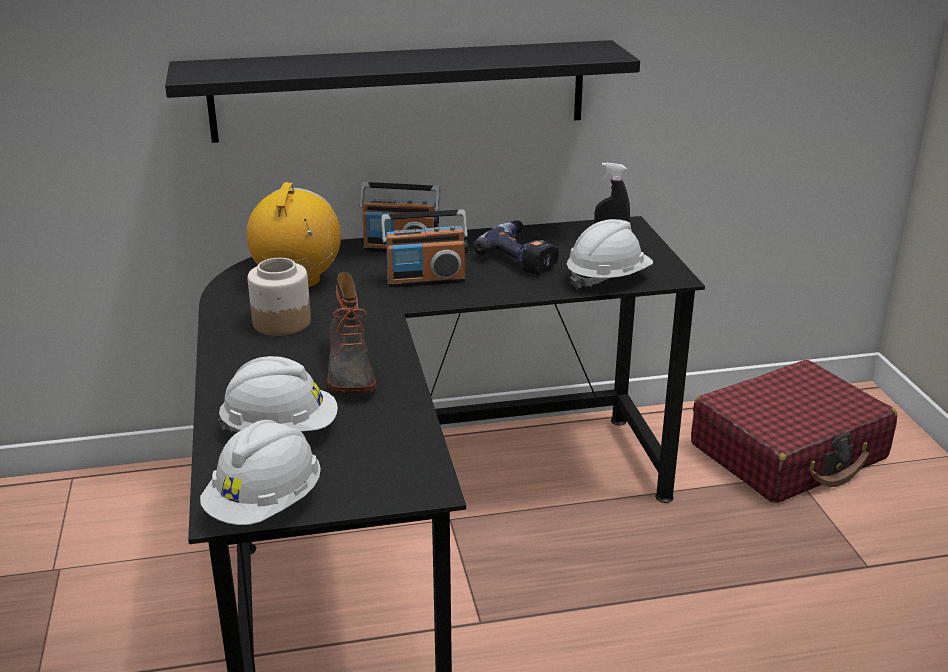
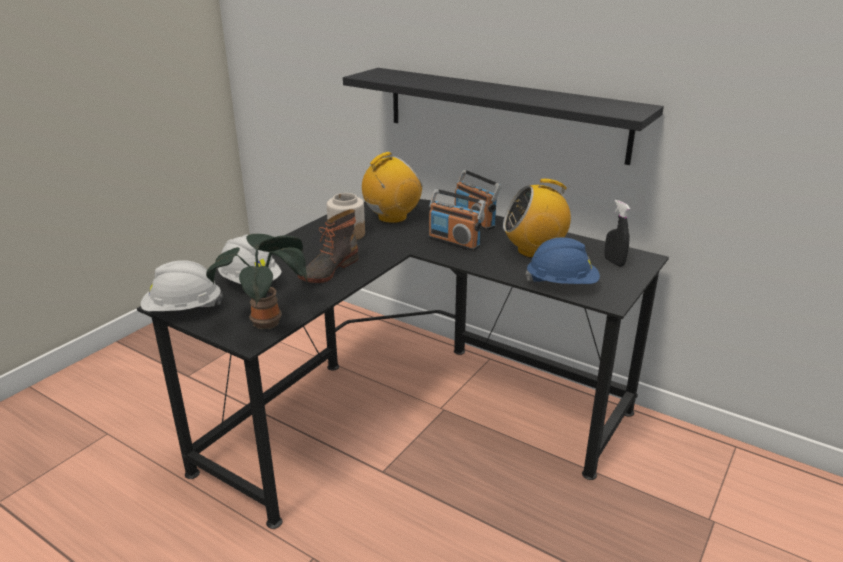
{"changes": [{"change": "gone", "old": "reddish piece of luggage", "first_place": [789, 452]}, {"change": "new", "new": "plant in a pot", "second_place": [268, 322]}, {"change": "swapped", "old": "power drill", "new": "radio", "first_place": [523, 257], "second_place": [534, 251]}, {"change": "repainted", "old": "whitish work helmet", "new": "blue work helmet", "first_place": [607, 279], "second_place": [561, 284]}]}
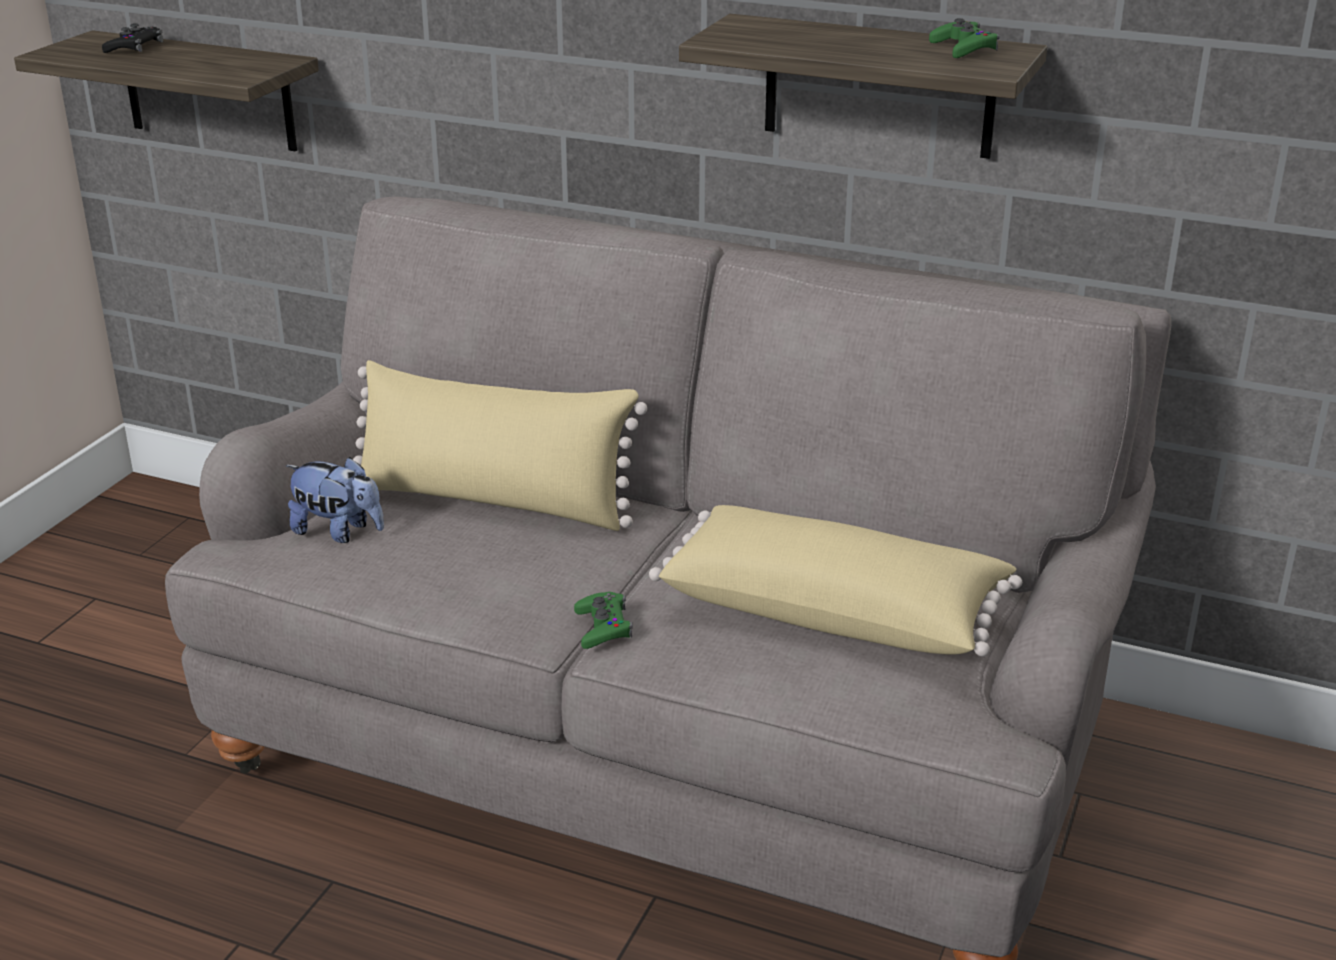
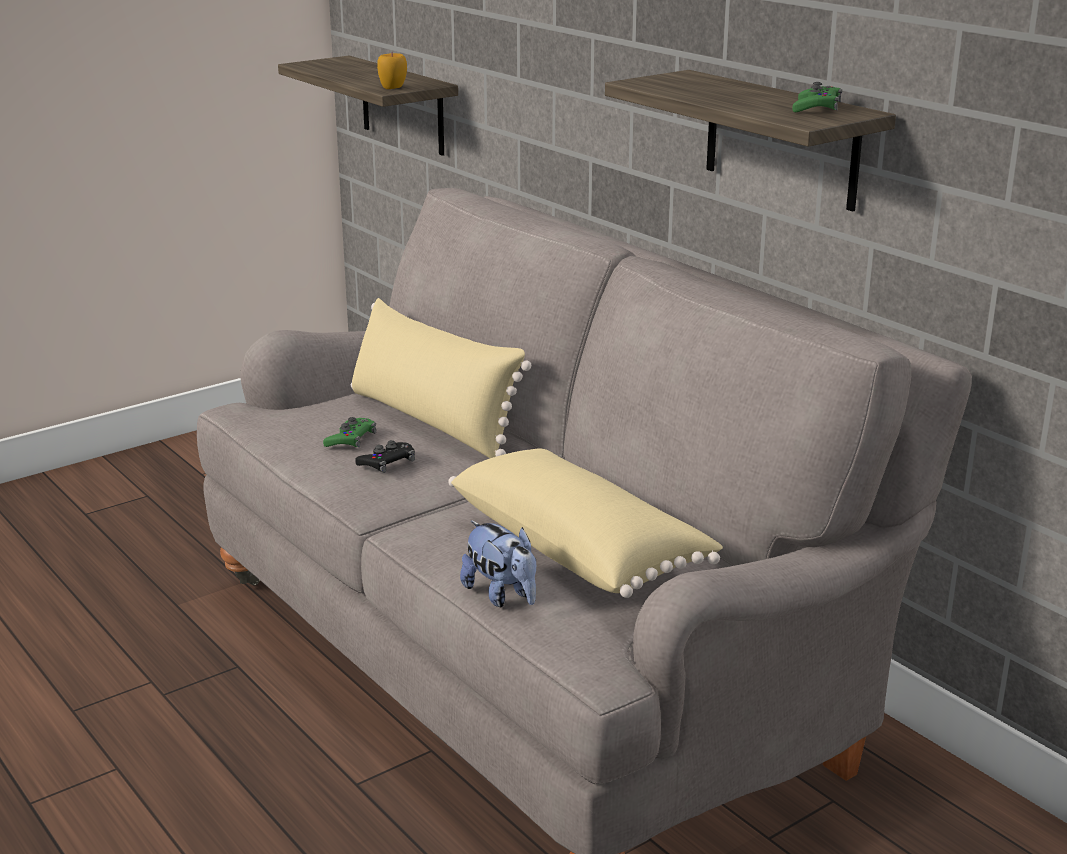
{"changes": [{"change": "new", "new": "apple fruit", "second_place": [393, 88]}, {"change": "shifted", "old": "black-coloured joypad", "first_place": [135, 47], "second_place": [387, 463]}, {"change": "shifted", "old": "cuddly toy", "first_place": [338, 532], "second_place": [502, 595]}, {"change": "shifted", "old": "greenish joypad", "first_place": [603, 627], "second_place": [351, 439]}]}
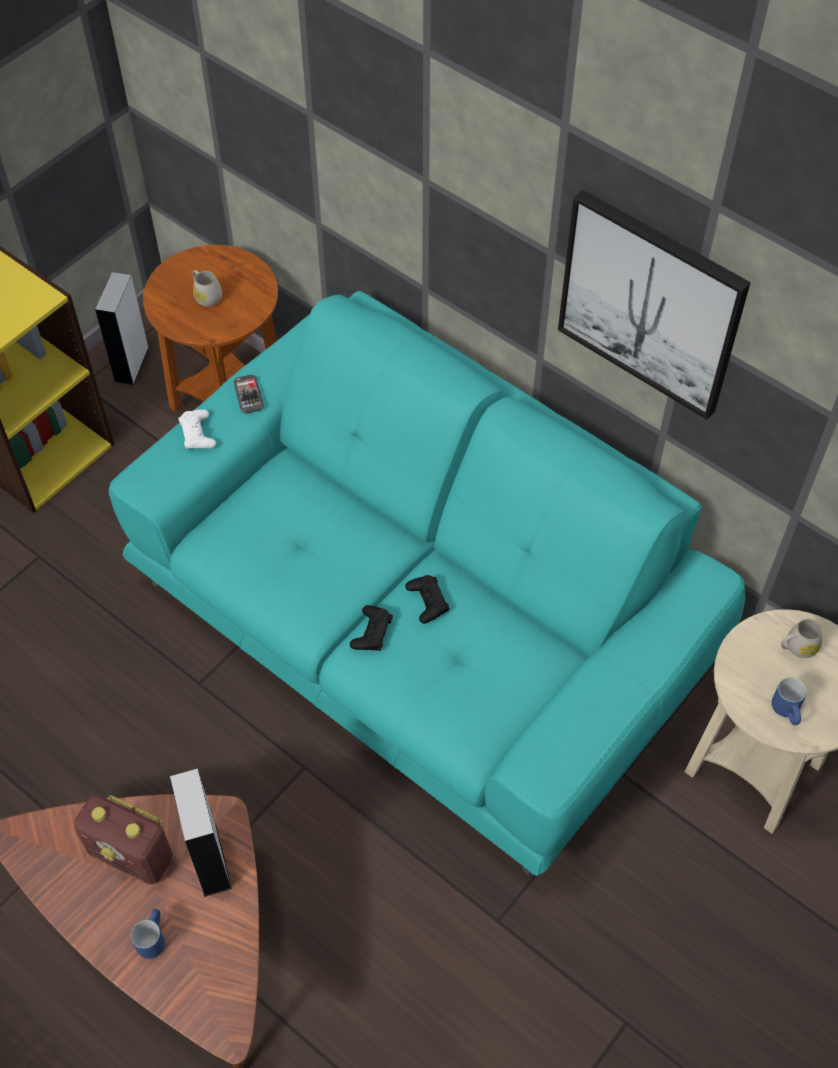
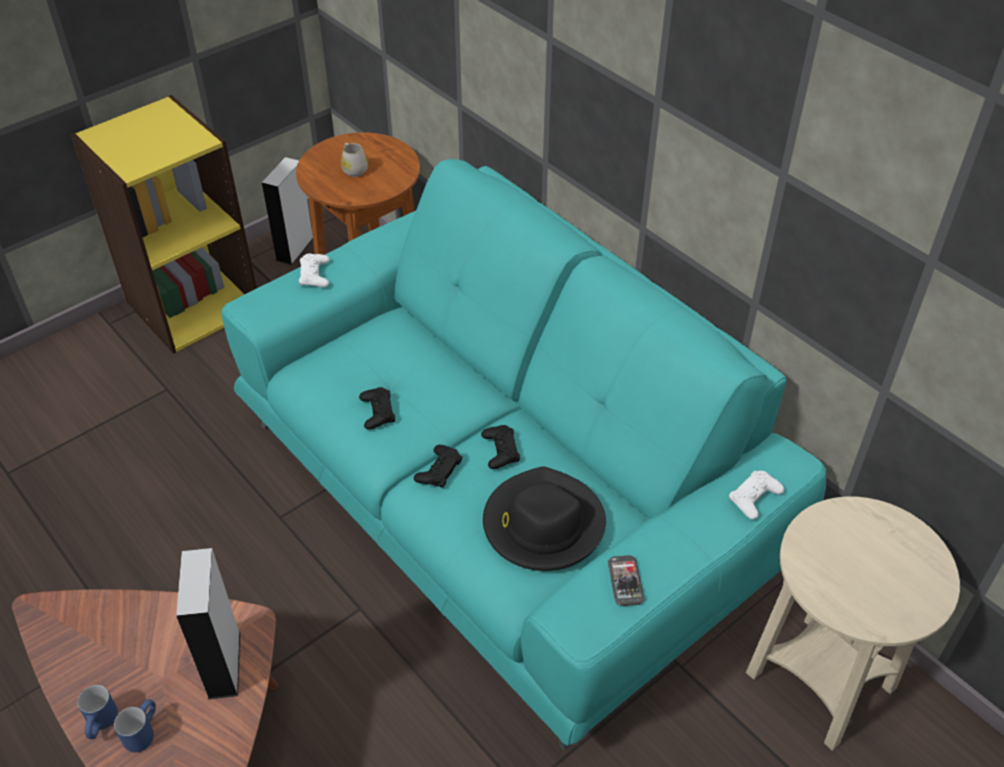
{"changes": [{"change": "gone", "old": "radio", "first_place": [132, 855]}, {"change": "gone", "old": "picture", "first_place": [650, 303]}, {"change": "gone", "old": "whitish coffee mug", "first_place": [797, 647]}, {"change": "new", "new": "black-coloured joypad", "second_place": [377, 412]}, {"change": "new", "new": "black-coloured hat", "second_place": [542, 524]}, {"change": "new", "new": "whitish joypad", "second_place": [754, 497]}, {"change": "shifted", "old": "handset", "first_place": [248, 395], "second_place": [625, 581]}, {"change": "shifted", "old": "blue coffee mug", "first_place": [788, 711], "second_place": [103, 724]}]}
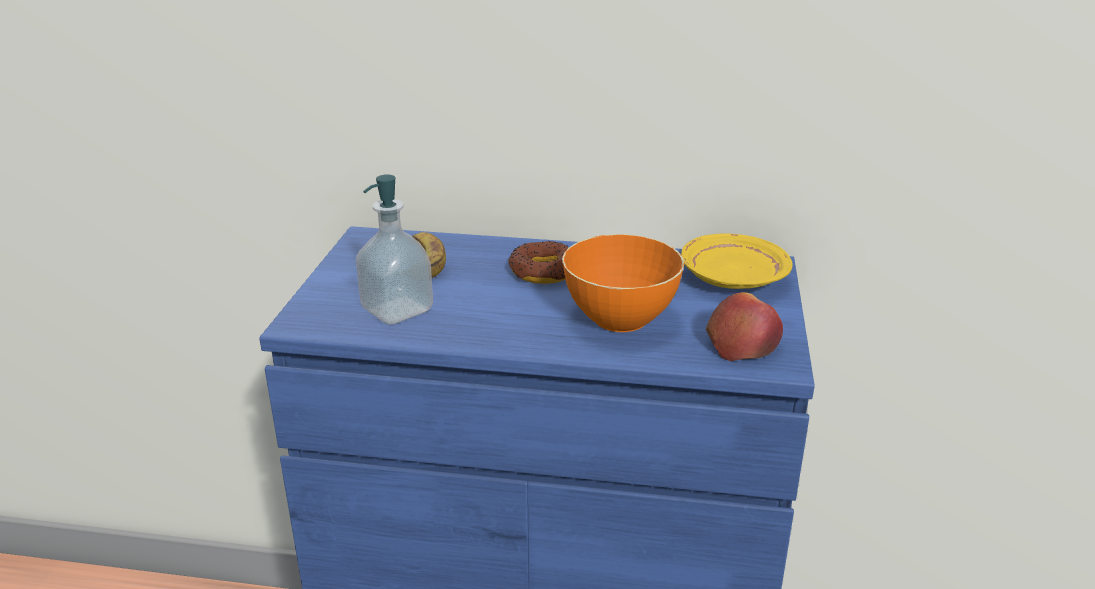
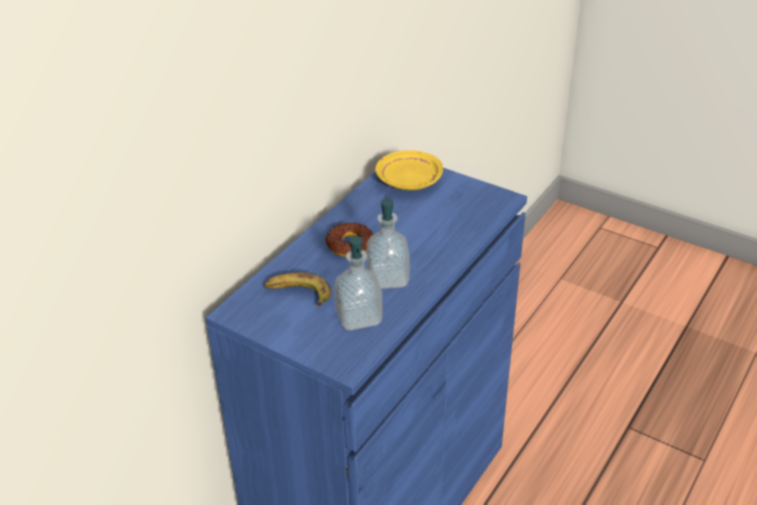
{"changes": [{"change": "gone", "old": "orange-coloured deep dish", "first_place": [620, 318]}, {"change": "gone", "old": "apple fruit", "first_place": [742, 343]}, {"change": "new", "new": "liquid soap bottle", "second_place": [388, 278]}]}
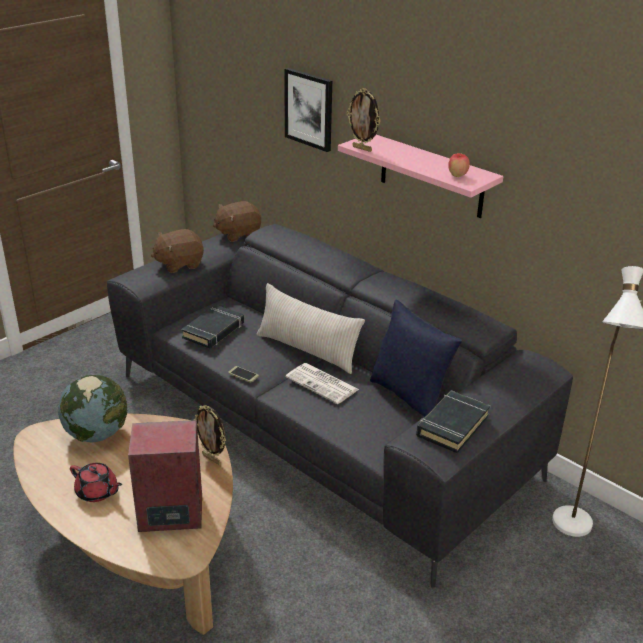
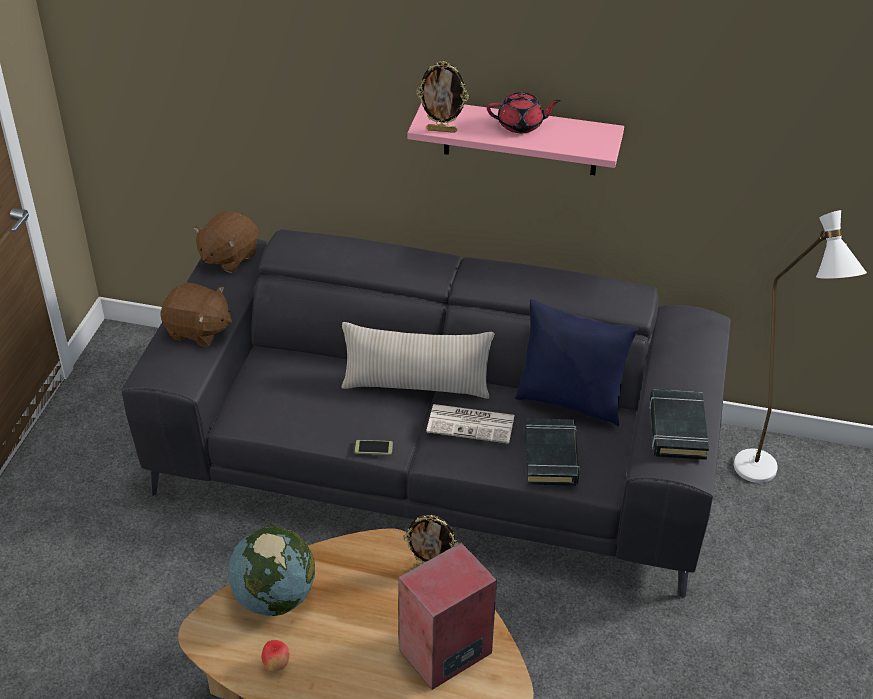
{"changes": [{"change": "gone", "old": "picture", "first_place": [309, 109]}, {"change": "shifted", "old": "reddish pot for tea", "first_place": [97, 492], "second_place": [521, 125]}, {"change": "shifted", "old": "black-coloured volume", "first_place": [214, 331], "second_place": [551, 456]}, {"change": "shifted", "old": "apple fruit", "first_place": [457, 176], "second_place": [276, 665]}, {"change": "rotated", "old": "brown cuddly toy", "first_place": [179, 264], "second_place": [198, 330], "degrees": -105}]}
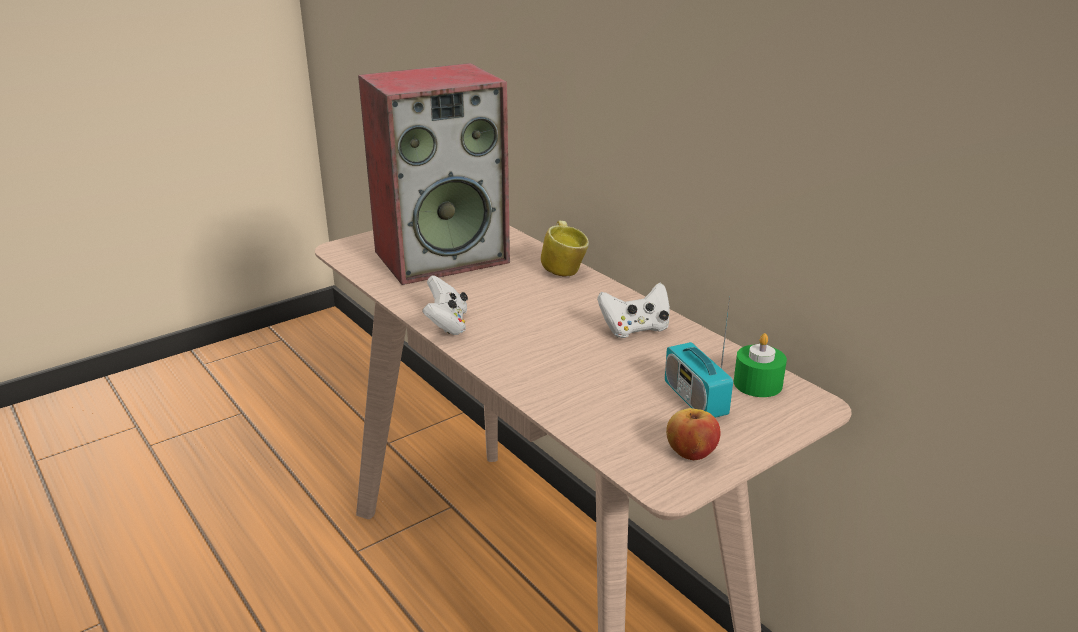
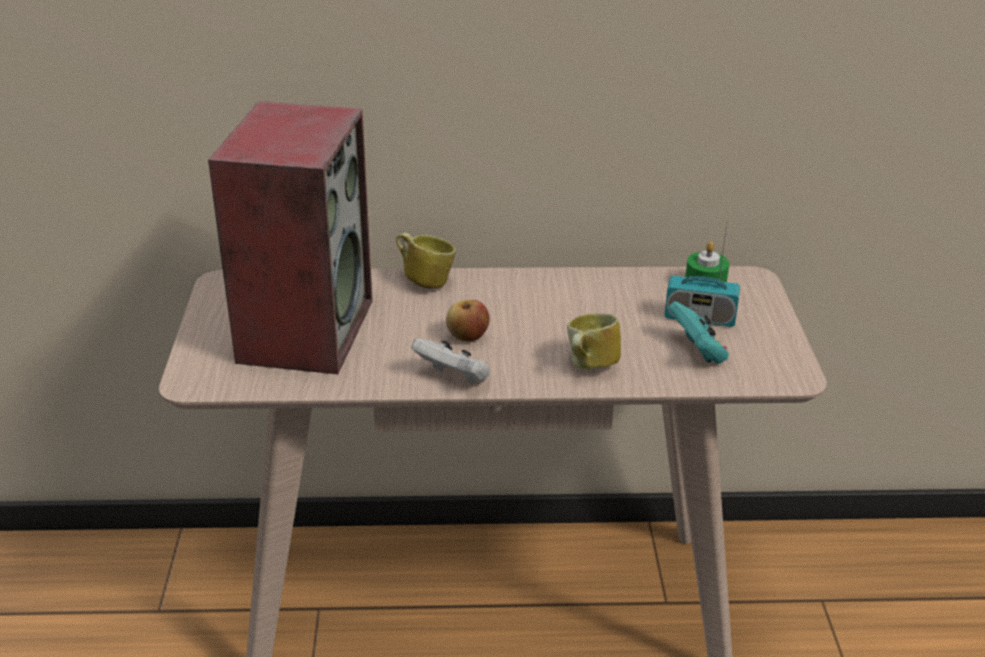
{"changes": [{"change": "gone", "old": "whitish joypad", "first_place": [635, 329]}, {"change": "new", "new": "coffee mug", "second_place": [588, 367]}, {"change": "new", "new": "blue-green joypad", "second_place": [697, 352]}, {"change": "shifted", "old": "apple fruit", "first_place": [691, 453], "second_place": [467, 336]}]}
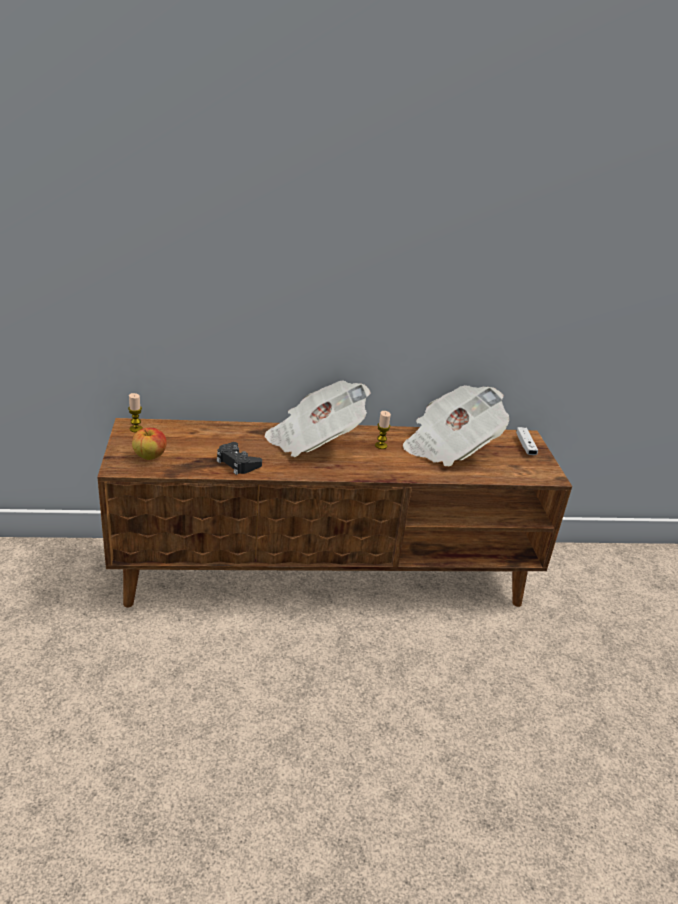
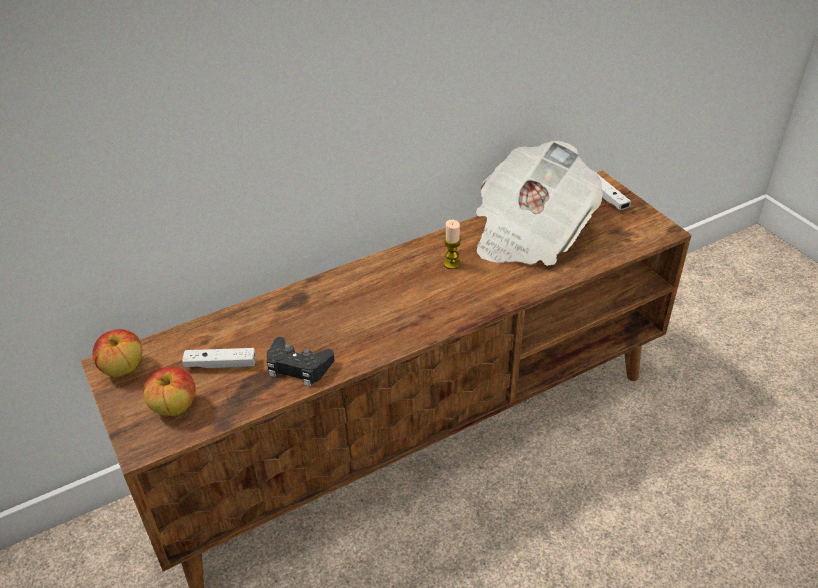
{"changes": [{"change": "gone", "old": "printed paper", "first_place": [314, 440]}, {"change": "new", "new": "whitish joypad", "second_place": [220, 364]}, {"change": "swapped", "old": "wax candle", "new": "apple fruit", "first_place": [136, 429], "second_place": [123, 368]}]}
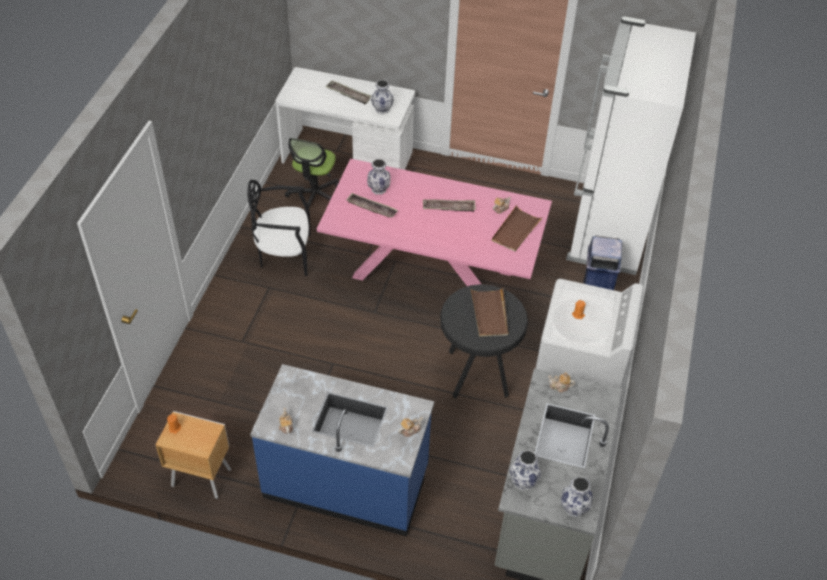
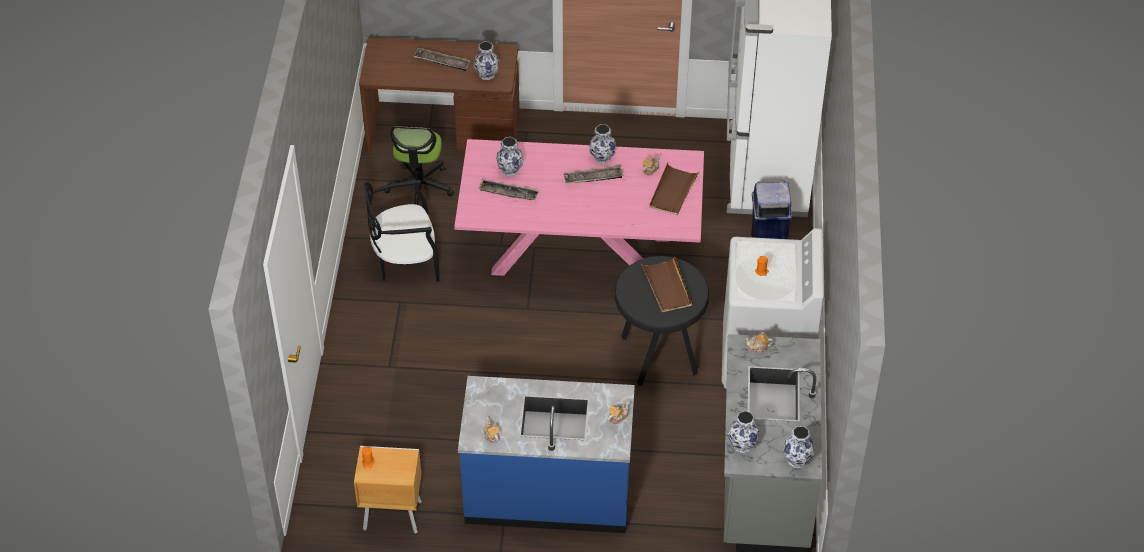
{"changes": [{"change": "new", "new": "decorative vase", "second_place": [602, 157]}, {"change": "repainted", "old": "whitish desk", "new": "brown desk", "first_place": [347, 156], "second_place": [443, 132]}]}
